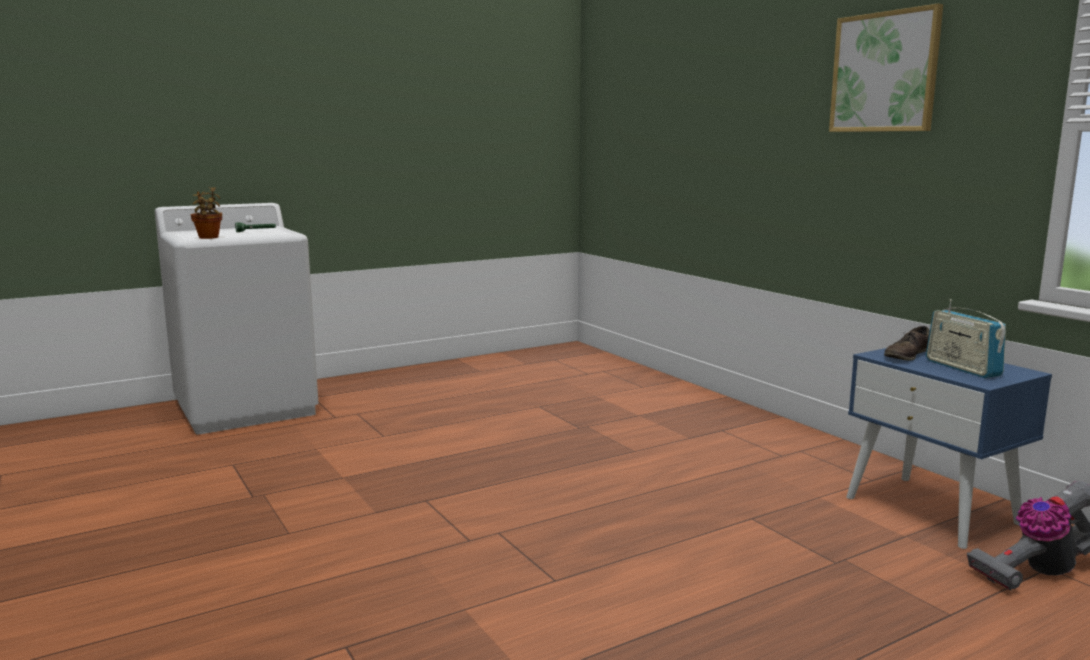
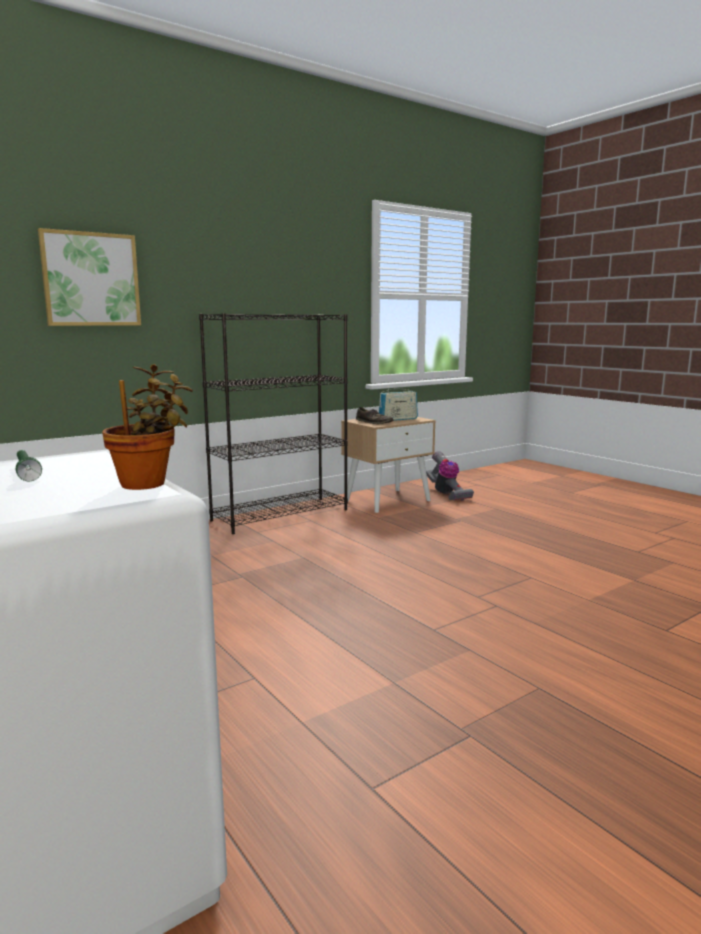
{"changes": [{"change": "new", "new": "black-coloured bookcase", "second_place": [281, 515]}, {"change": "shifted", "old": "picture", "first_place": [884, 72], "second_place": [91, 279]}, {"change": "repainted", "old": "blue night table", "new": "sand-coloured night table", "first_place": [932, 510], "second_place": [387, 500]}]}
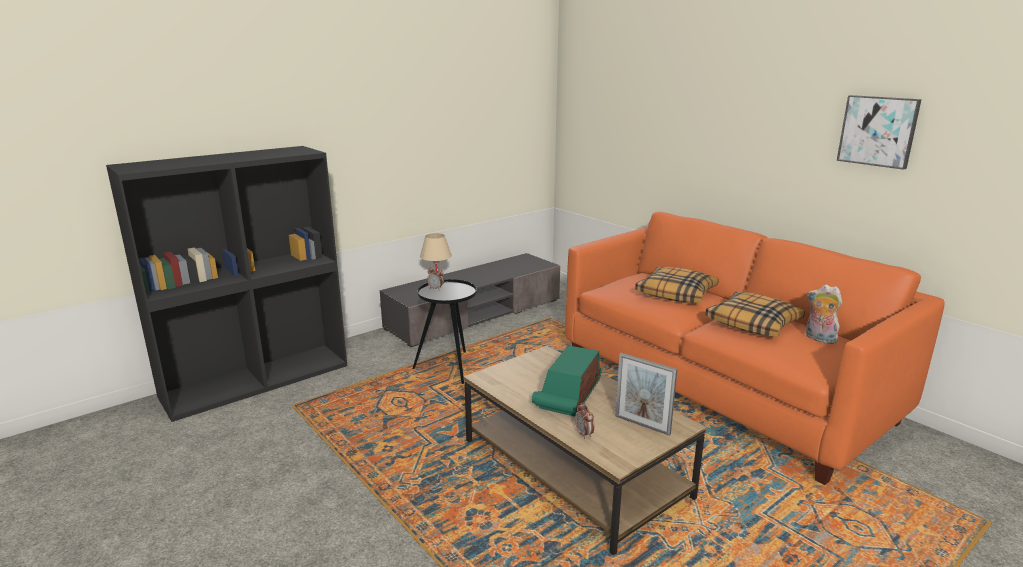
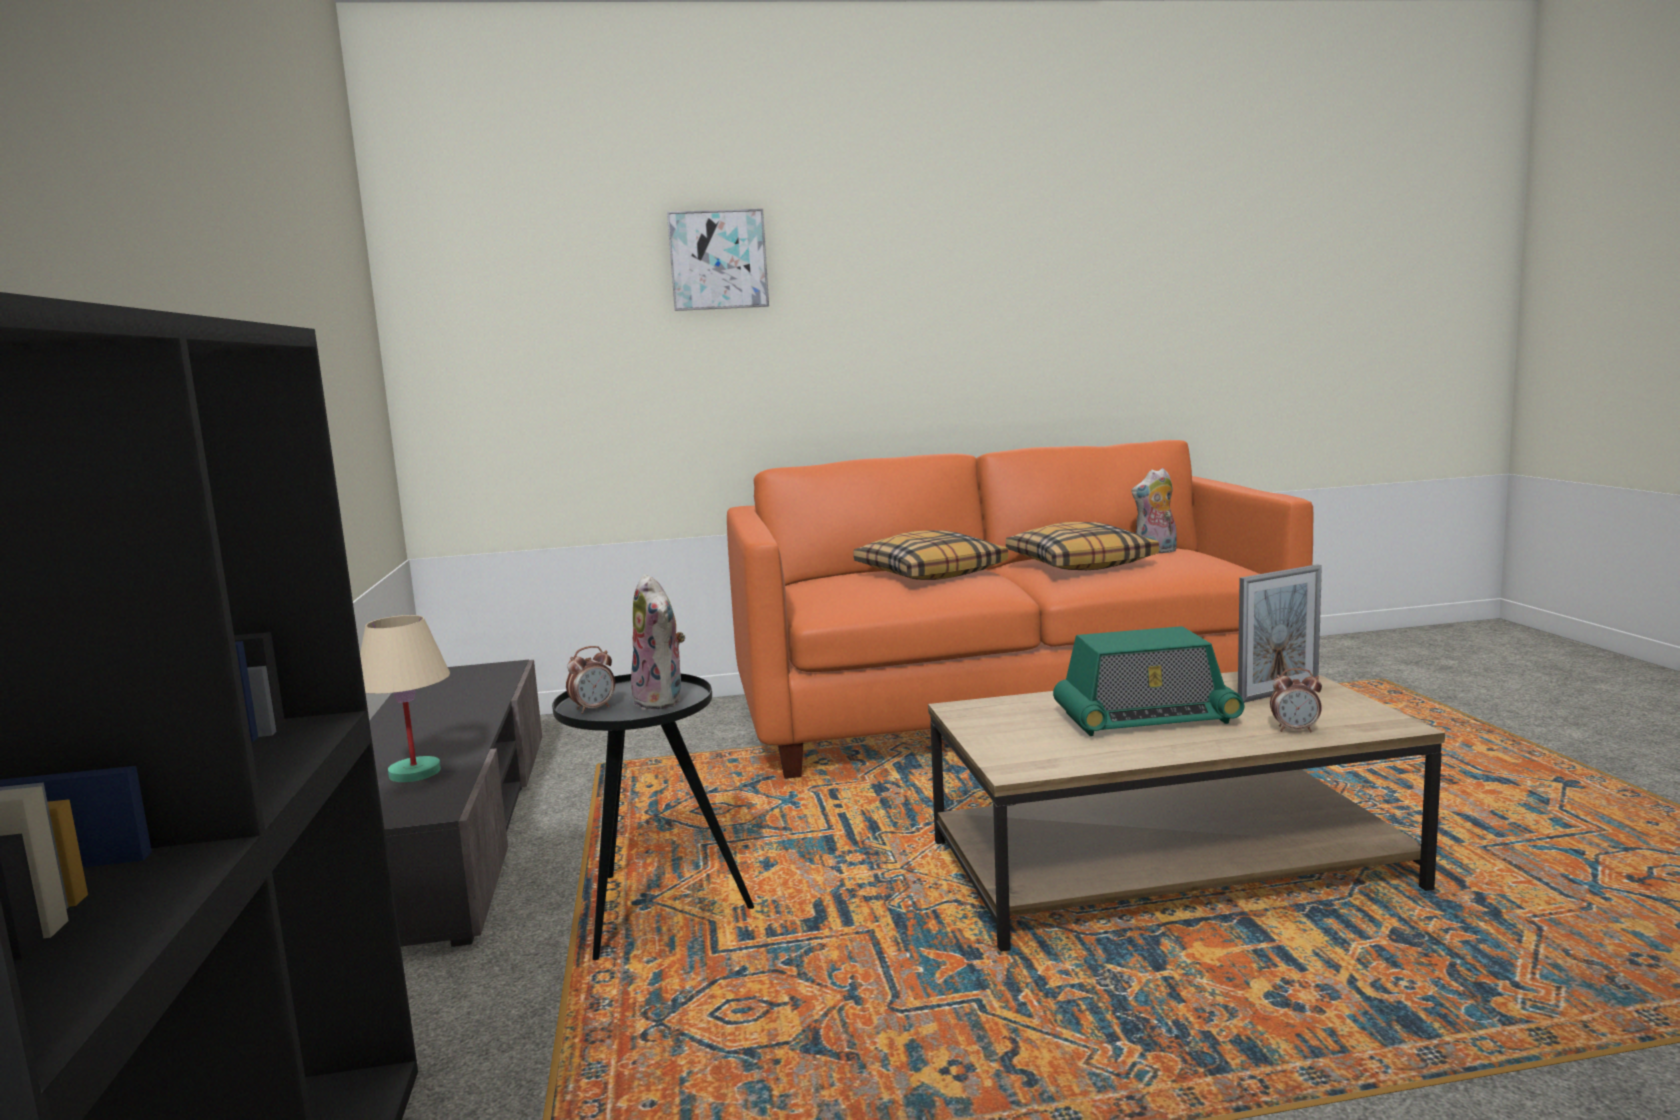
{"changes": [{"change": "new", "new": "cuddly toy", "second_place": [663, 700]}, {"change": "shifted", "old": "picture", "first_place": [878, 131], "second_place": [718, 260]}, {"change": "rotated", "old": "radio", "first_place": [568, 395], "second_place": [1145, 718], "degrees": -60}]}
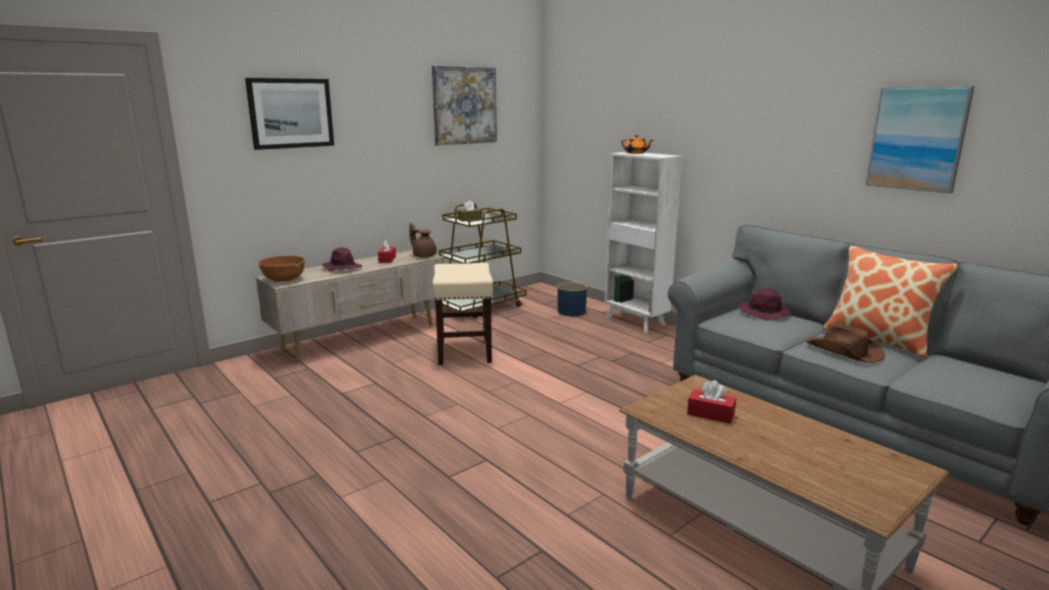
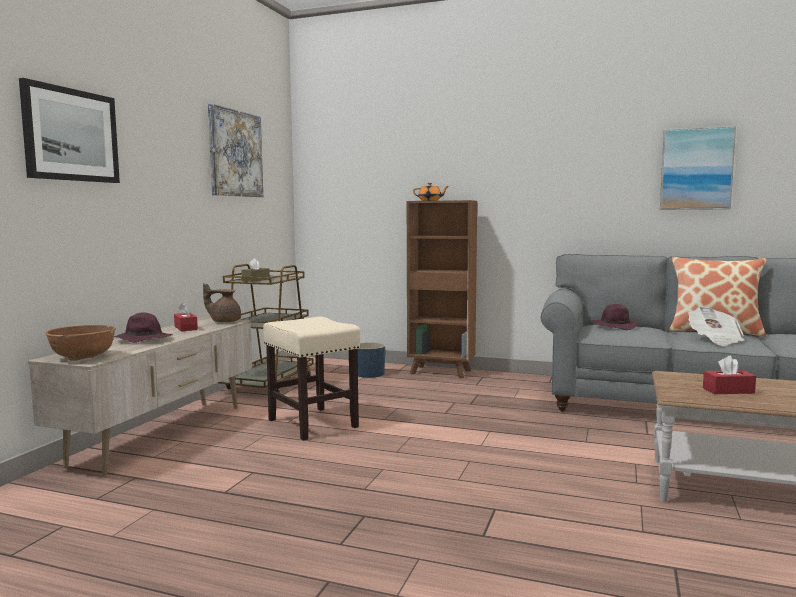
{"changes": [{"change": "swapped", "old": "brown hat", "new": "printed paper", "first_place": [844, 351], "second_place": [714, 340]}, {"change": "repainted", "old": "whitish bookcase", "new": "brown bookcase", "first_place": [636, 322], "second_place": [441, 372]}]}
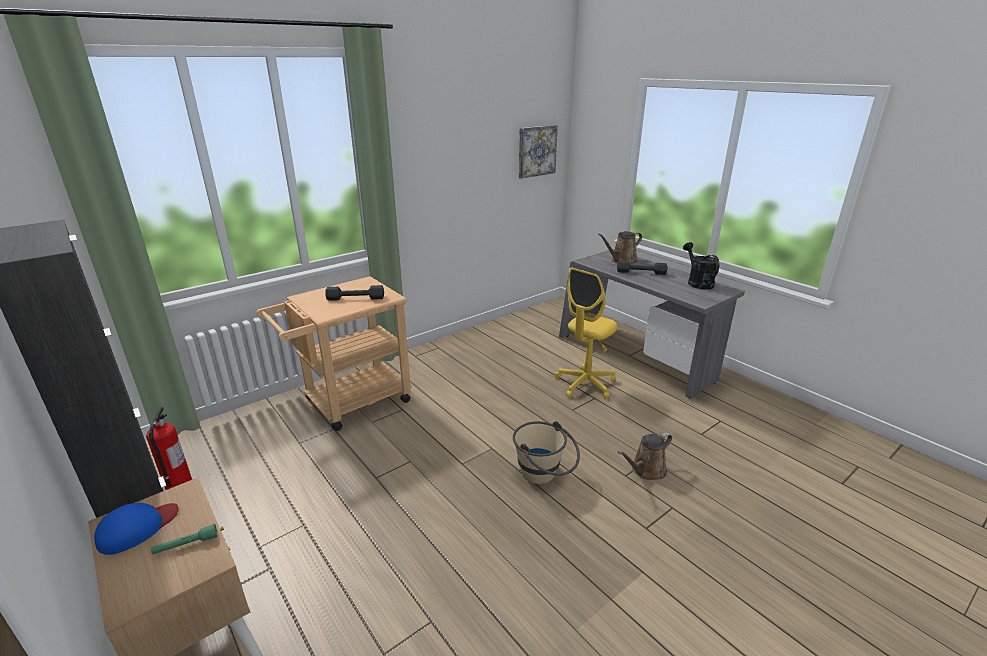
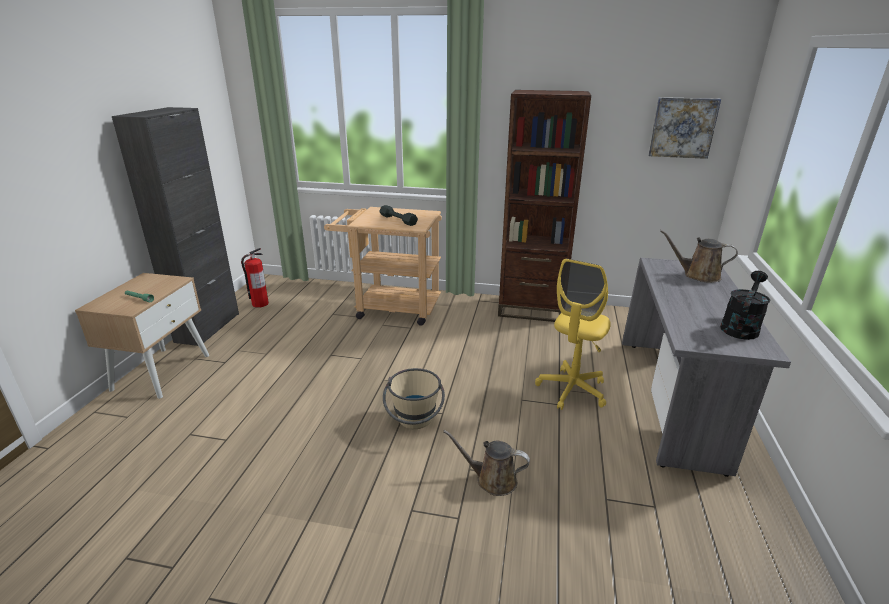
{"changes": [{"change": "gone", "old": "blue baseball cap", "first_place": [137, 528]}, {"change": "gone", "old": "grey free weight", "first_place": [641, 272]}, {"change": "new", "new": "brown bookcase", "second_place": [531, 309]}, {"change": "rotated", "old": "yellow-coloured computer chair", "first_place": [585, 384], "second_place": [572, 390], "degrees": -60}]}
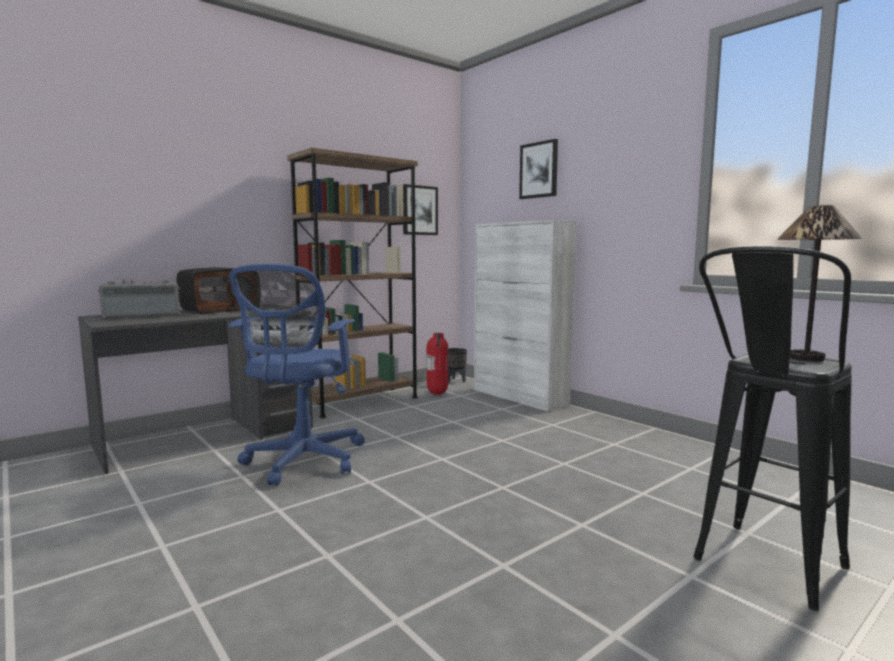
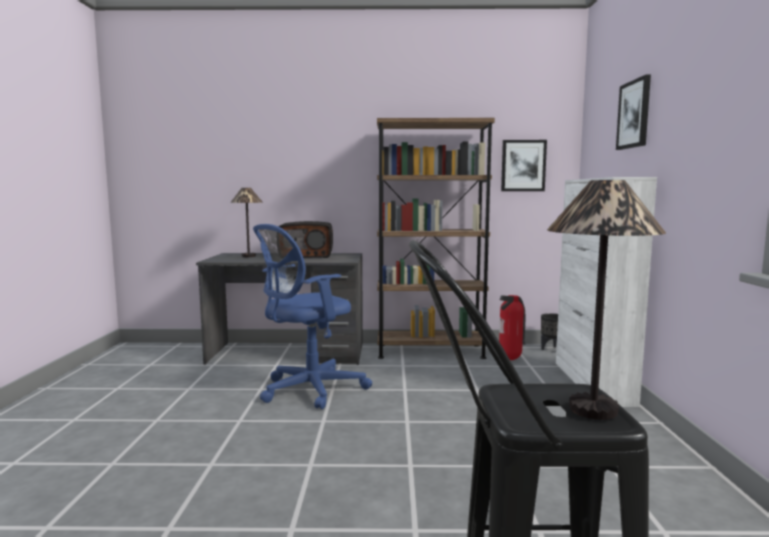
{"changes": [{"change": "swapped", "old": "radio", "new": "tabletop lamp", "first_place": [142, 316], "second_place": [249, 256]}]}
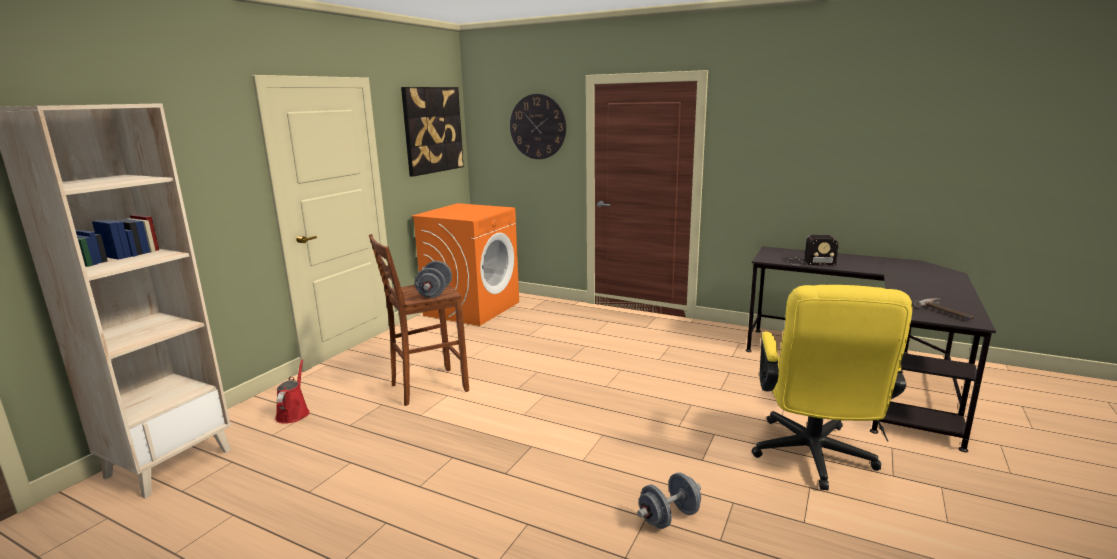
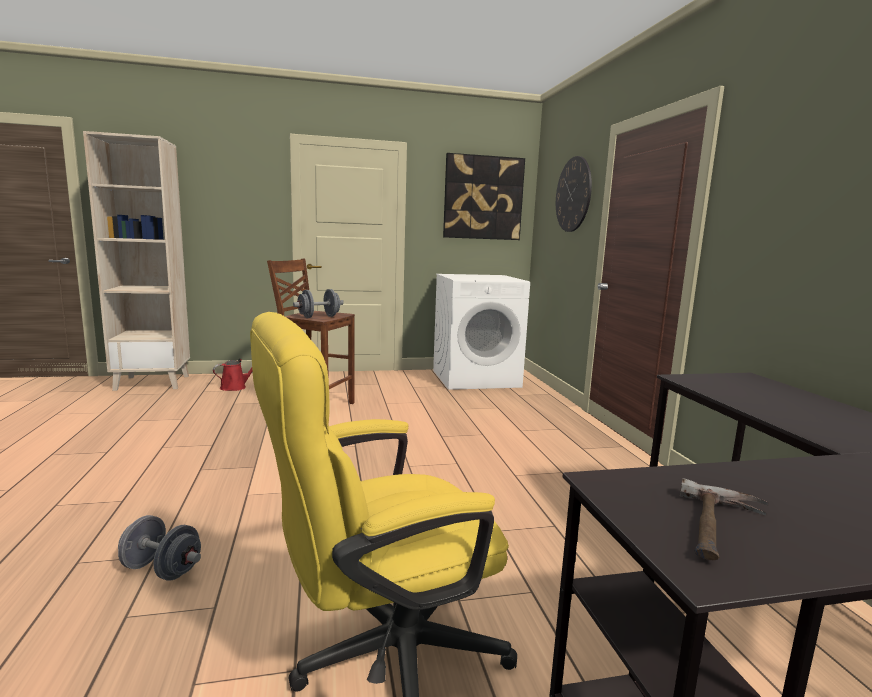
{"changes": [{"change": "gone", "old": "radio", "first_place": [809, 262]}, {"change": "repainted", "old": "orange-coloured laundry machine", "new": "whitish laundry machine", "first_place": [472, 308], "second_place": [476, 378]}]}
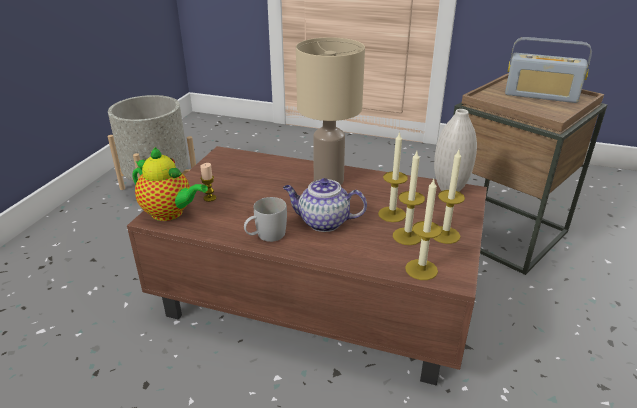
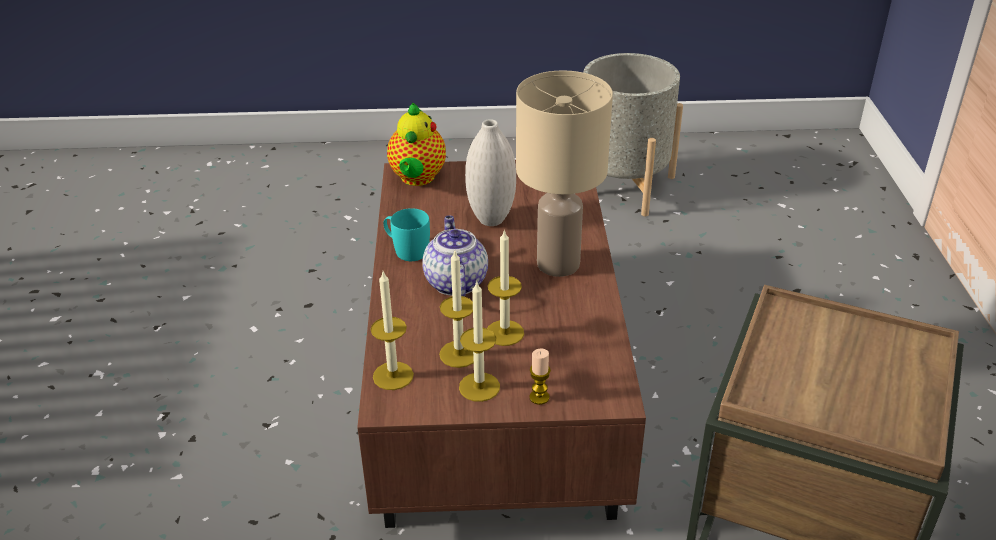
{"changes": [{"change": "gone", "old": "radio", "first_place": [540, 95]}, {"change": "shifted", "old": "wax candle", "first_place": [209, 198], "second_place": [539, 397]}, {"change": "shifted", "old": "whitish decorative vase", "first_place": [449, 190], "second_place": [491, 219]}, {"change": "repainted", "old": "whitish coffee mug", "new": "blue-green coffee mug", "first_place": [266, 236], "second_place": [406, 250]}]}
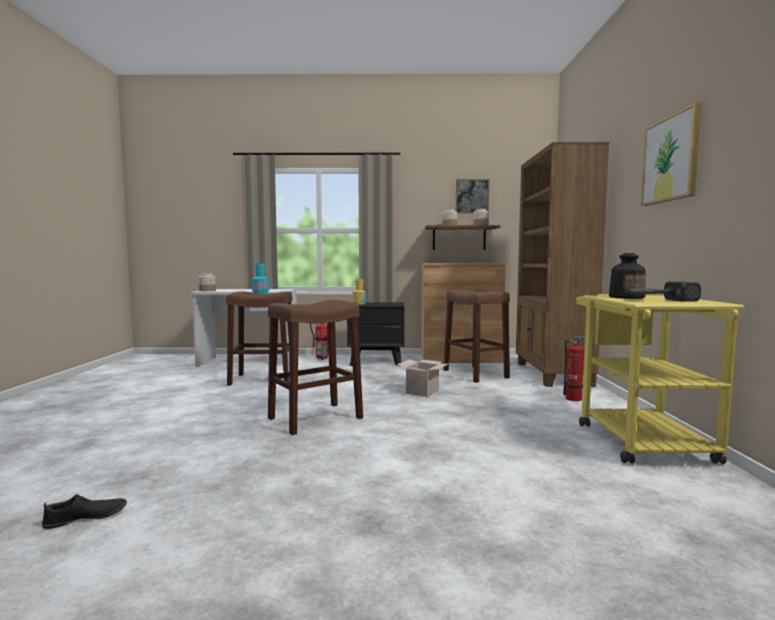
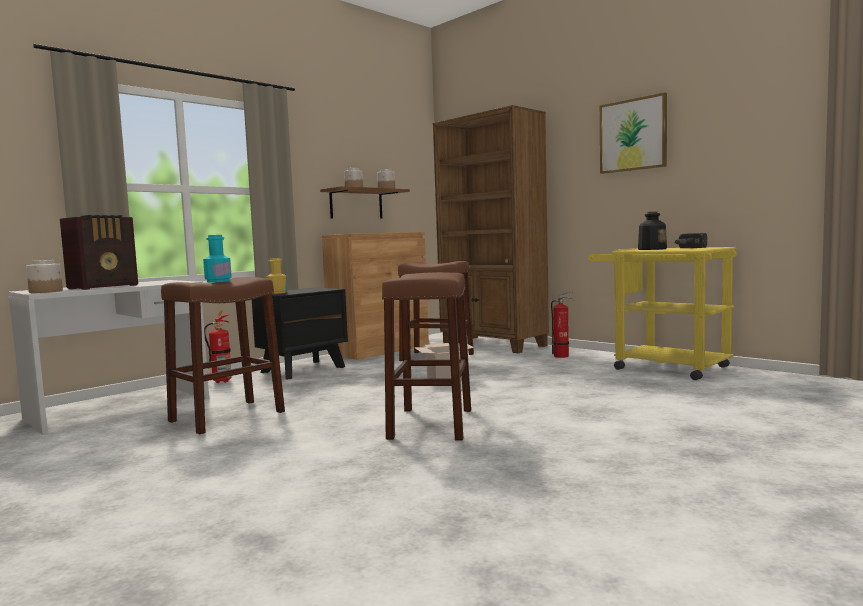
{"changes": [{"change": "gone", "old": "black-coloured low shoe", "first_place": [86, 518]}, {"change": "gone", "old": "picture", "first_place": [472, 196]}, {"change": "new", "new": "radio", "second_place": [105, 287]}]}
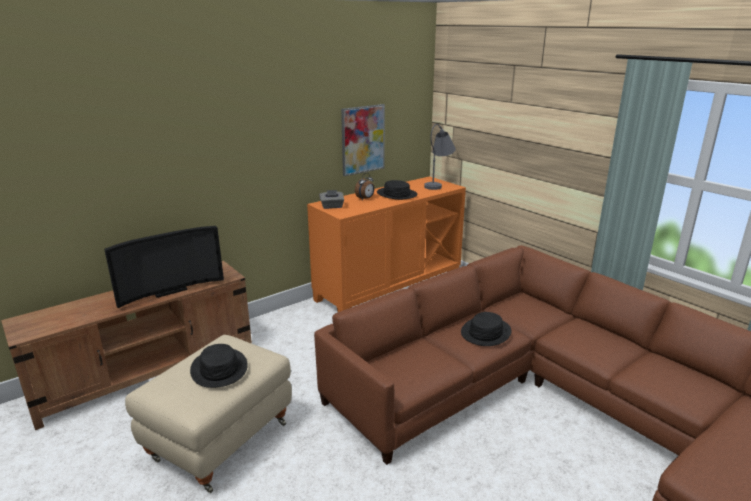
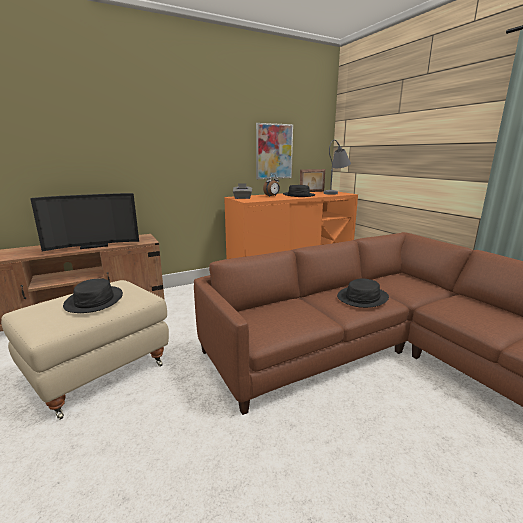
{"changes": [{"change": "new", "new": "picture frame", "second_place": [312, 192]}]}
